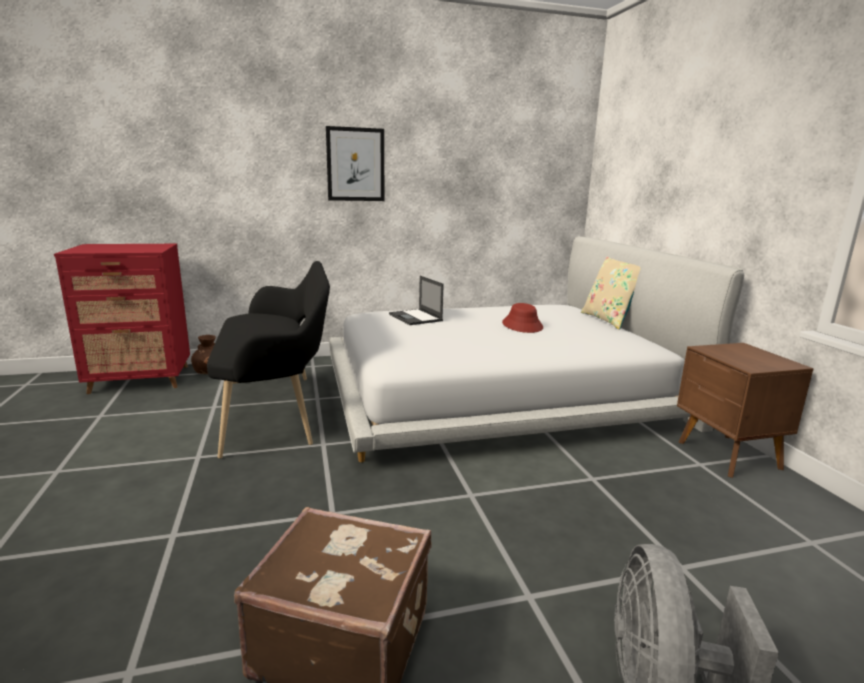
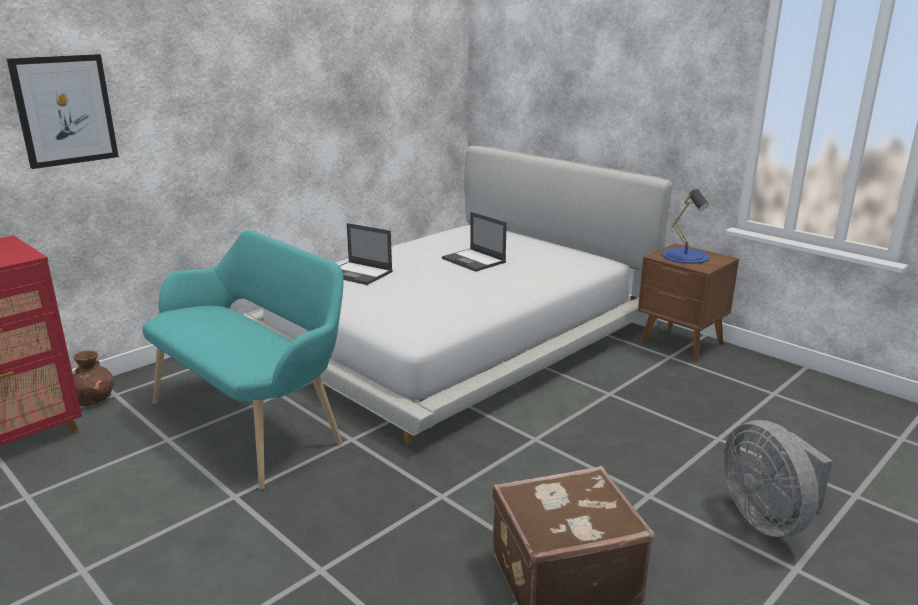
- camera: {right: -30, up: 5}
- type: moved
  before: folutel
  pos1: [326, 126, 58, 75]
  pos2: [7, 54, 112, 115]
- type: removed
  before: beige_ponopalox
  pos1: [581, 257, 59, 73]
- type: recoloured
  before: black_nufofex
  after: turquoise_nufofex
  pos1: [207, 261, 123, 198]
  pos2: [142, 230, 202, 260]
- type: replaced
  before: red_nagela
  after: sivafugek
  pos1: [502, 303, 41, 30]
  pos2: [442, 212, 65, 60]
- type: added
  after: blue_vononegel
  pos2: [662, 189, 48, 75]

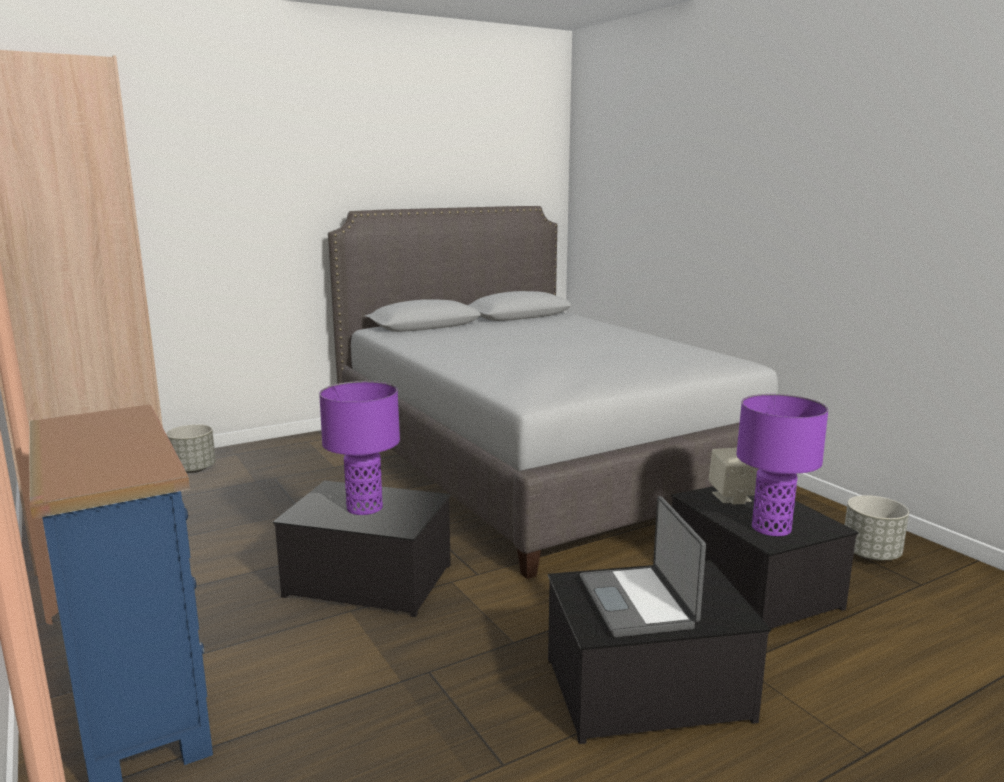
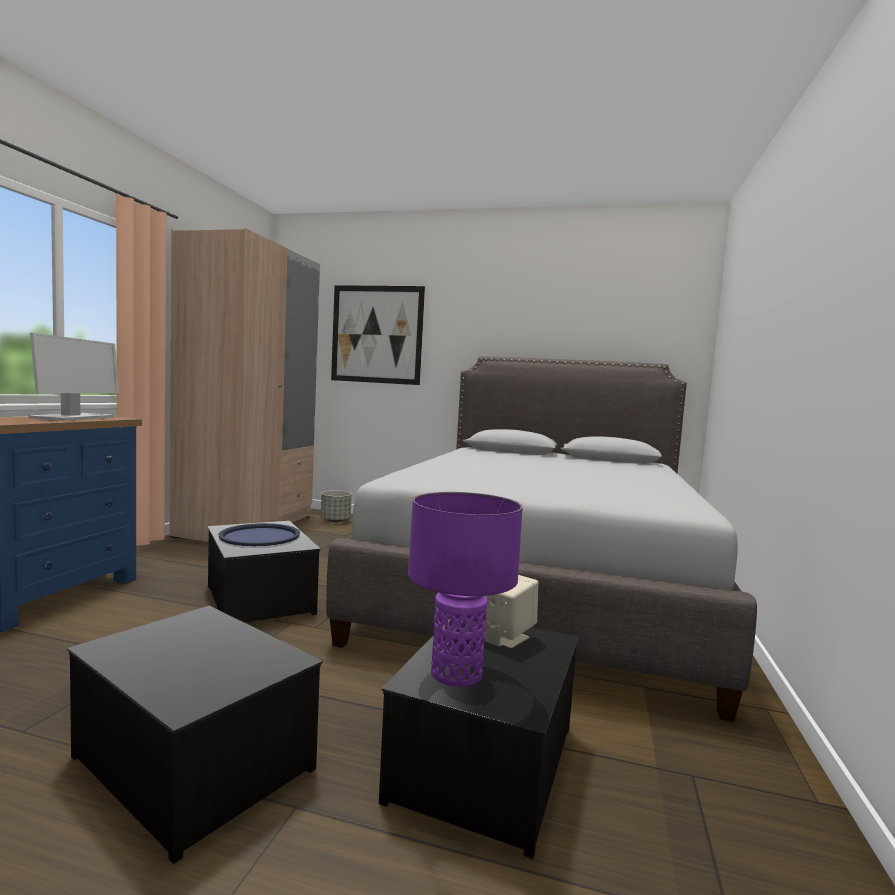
- camera: {right: 45, up: -10}
- type: replaced
  before: purple_vononegel
  after: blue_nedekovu
  pos1: [319, 381, 81, 134]
  pos2: [219, 523, 81, 23]
- type: removed
  before: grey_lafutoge
  pos1: [845, 495, 64, 66]
- type: removed
  before: sivafugek
  pos1: [580, 496, 126, 142]
- type: added
  after: folutel
  pos2: [331, 285, 94, 100]
- type: added
  after: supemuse
  pos2: [29, 333, 90, 88]

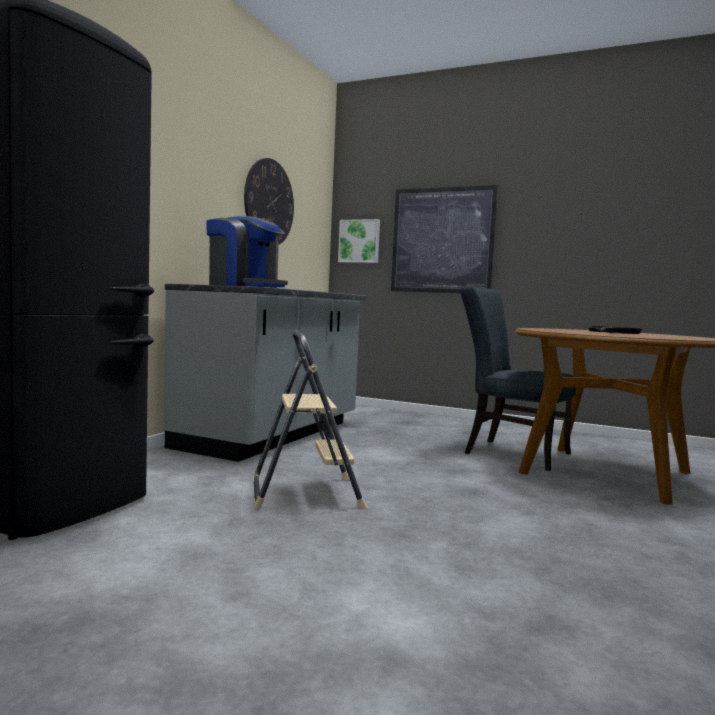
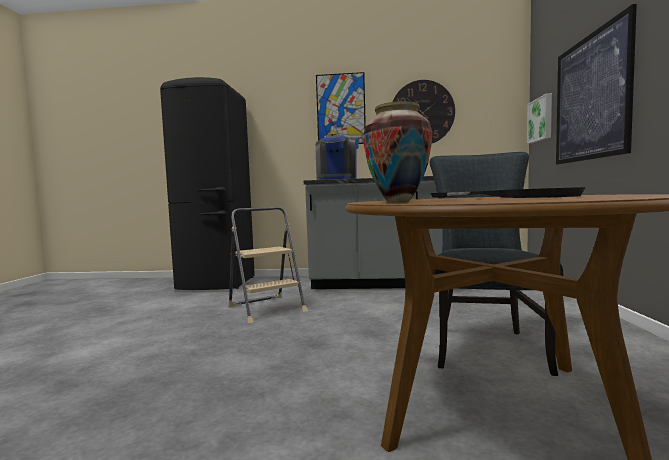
- camera: {right: 70, up: 0}
- type: added
  after: folutel
  pos2: [316, 72, 50, 72]
- type: added
  after: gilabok
  pos2: [363, 101, 70, 102]

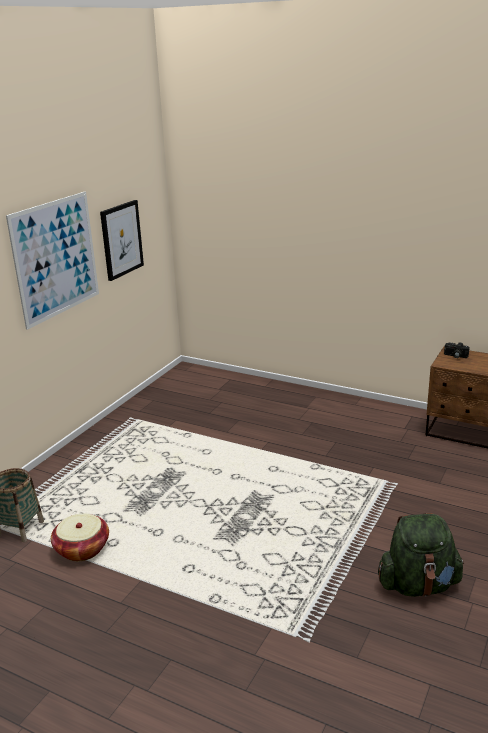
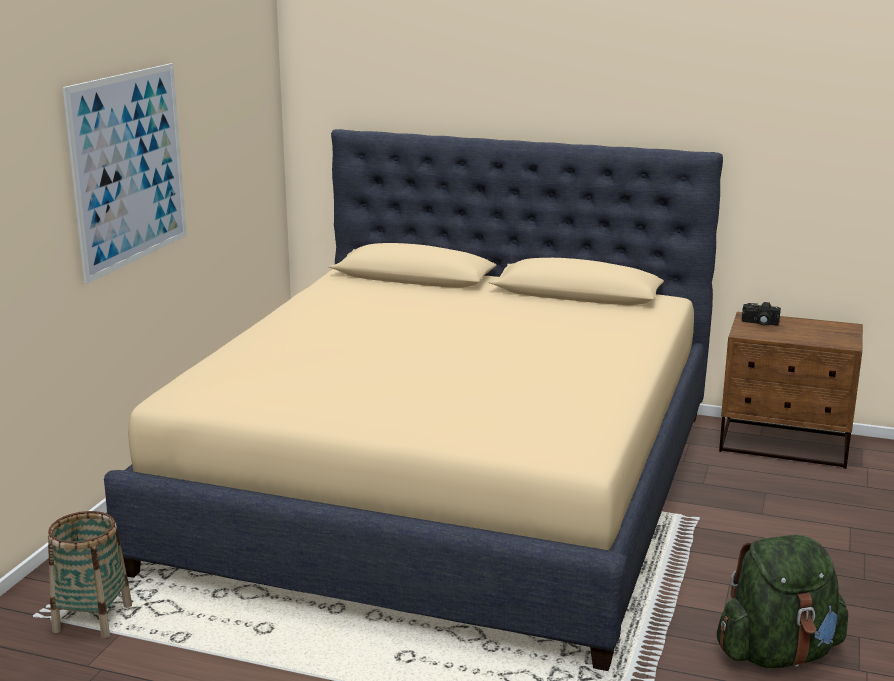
- camera: {right: -10, up: -5}
- type: removed
  before: folutel
  pos1: [100, 200, 44, 81]
- type: removed
  before: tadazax
  pos1: [51, 514, 58, 47]
- type: added
  after: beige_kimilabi
  pos2: [104, 129, 619, 542]

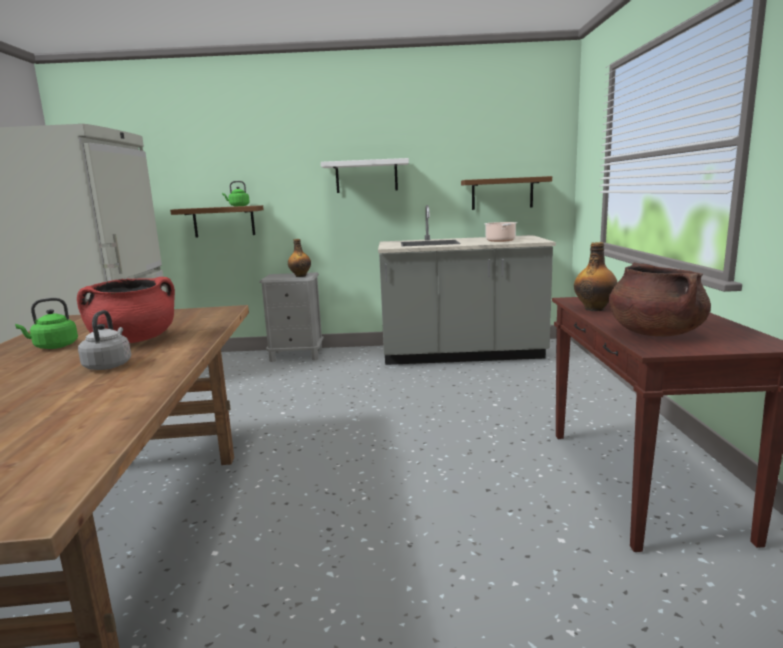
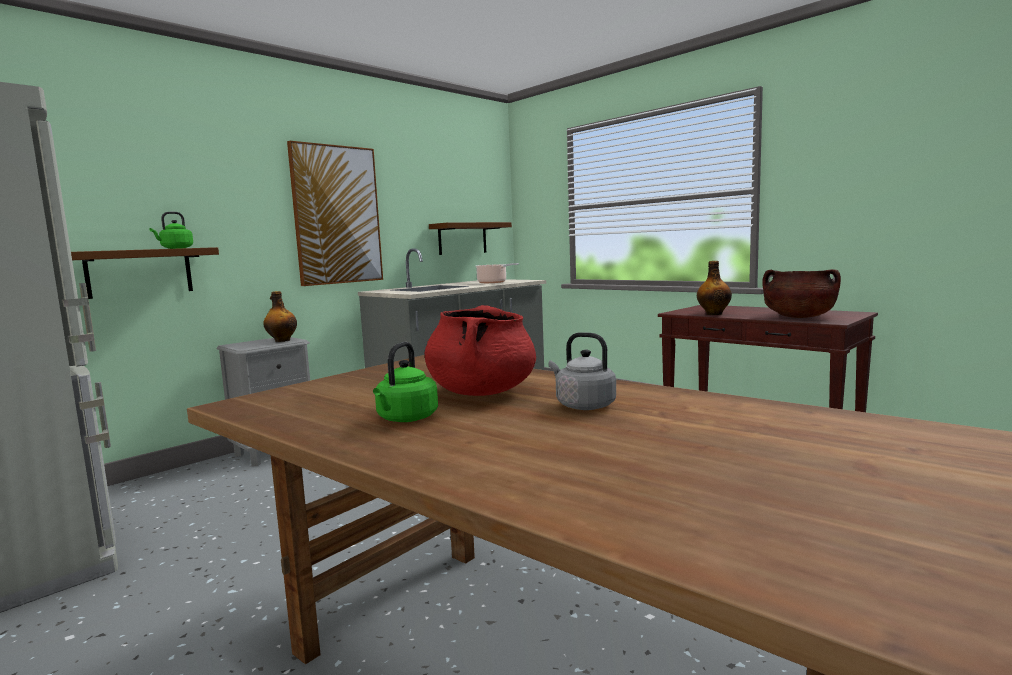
- camera: {right: -45, up: -5}
- type: replaced
  before: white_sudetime
  after: folutel
  pos1: [321, 158, 88, 35]
  pos2: [287, 141, 96, 145]

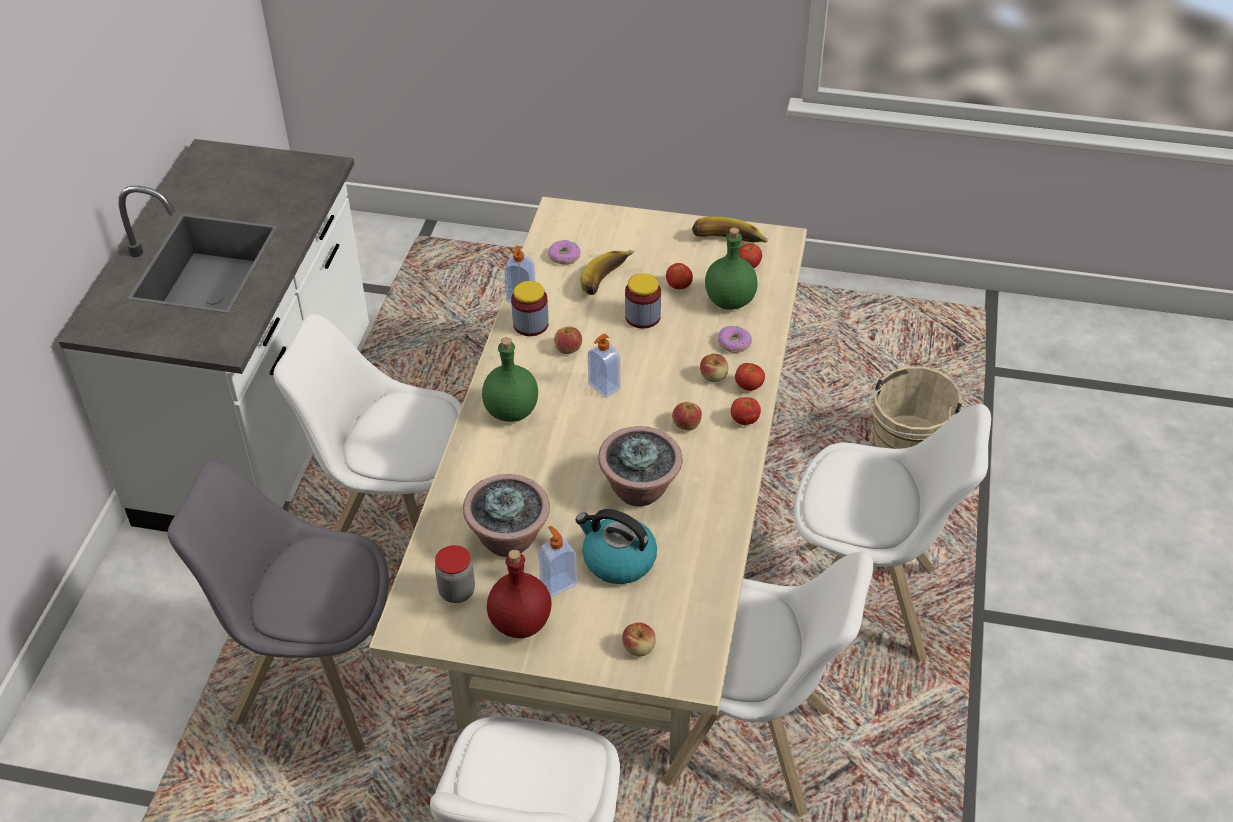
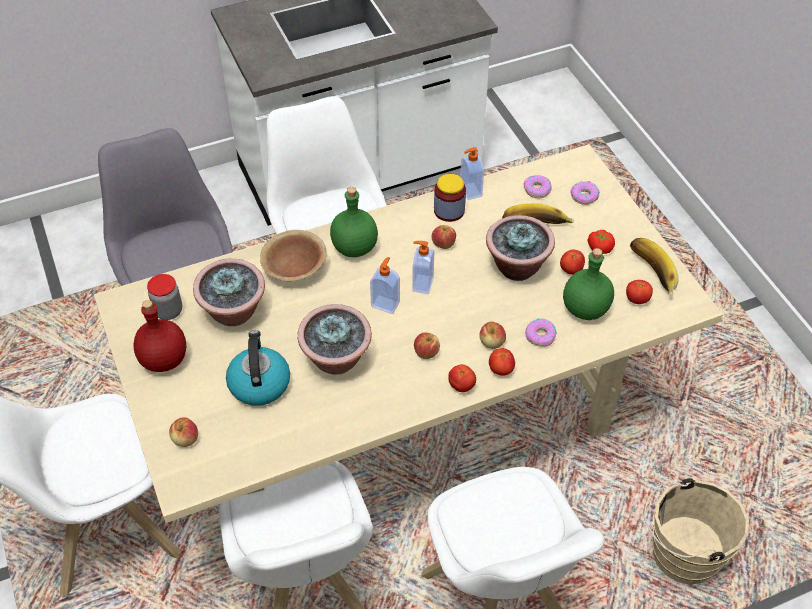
- camera: {right: 55, up: 5}
- type: replaced
  before: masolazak
  after: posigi
  pos1: [625, 273, 36, 56]
  pos2: [486, 215, 69, 66]
- type: moved
  before: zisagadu
  pos1: [538, 526, 39, 71]
  pos2: [370, 257, 30, 57]
- type: added
  after: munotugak
  pos2: [570, 181, 30, 24]
- type: added
  after: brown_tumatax
  pos2: [260, 230, 67, 51]
- type: added
  after: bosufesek
  pos2: [588, 230, 27, 24]

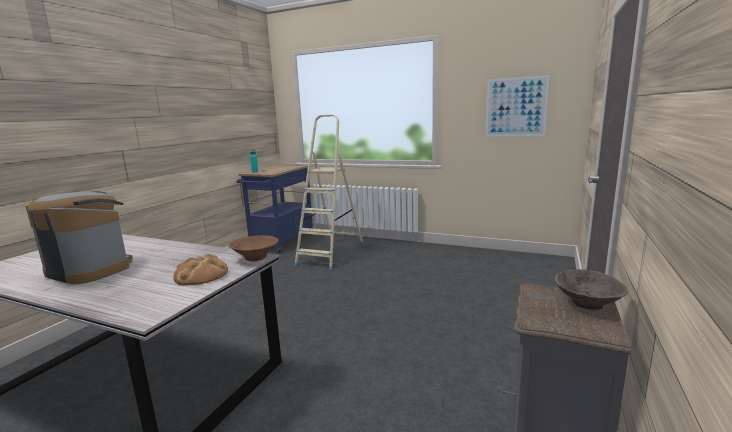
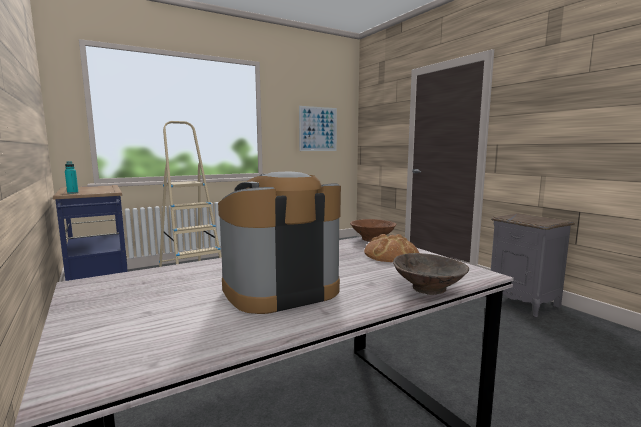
- camera: {right: -55, up: -5}
- type: moved
  before: brown_tumatax
  pos1: [555, 269, 73, 41]
  pos2: [393, 253, 76, 42]

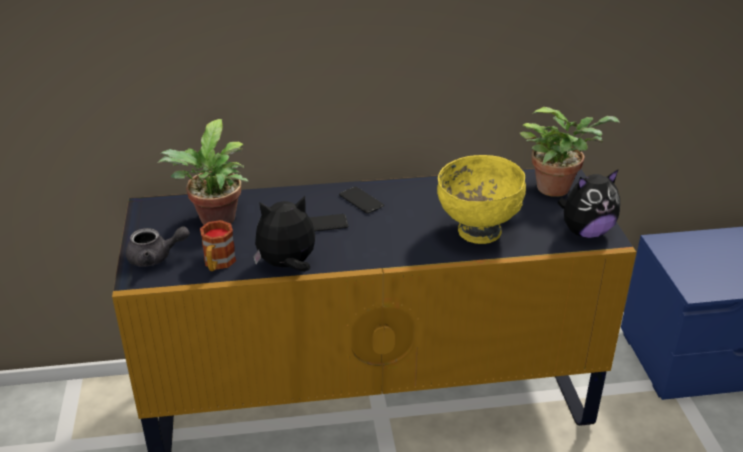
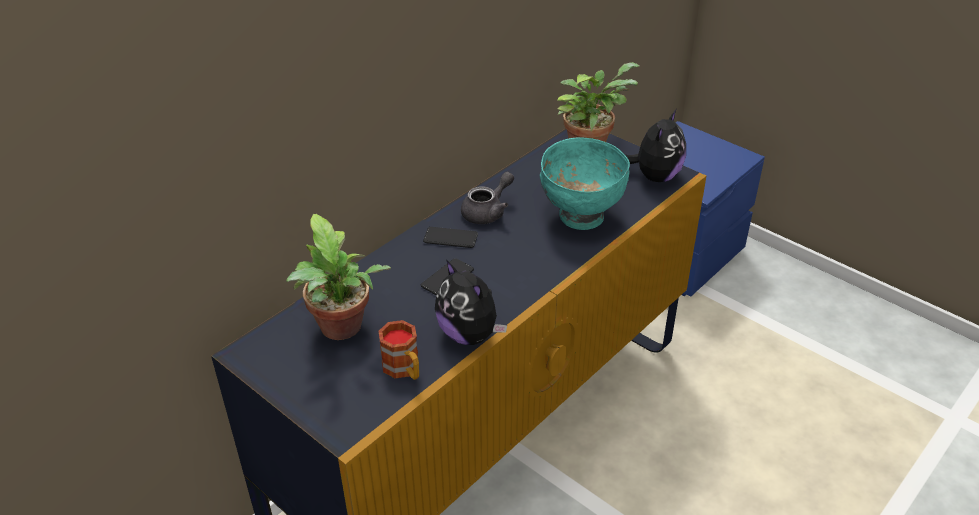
- camera: {right: -40, up: 5}
- type: recoloured
  before: yellow_tumatax
  after: turquoise_tumatax
  pos1: [437, 155, 89, 89]
  pos2: [540, 138, 90, 92]
- type: turned
  before: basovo
  pos1: [253, 196, 62, 76]
  pos2: [435, 260, 72, 85]
  turn: -75
- type: moved
  before: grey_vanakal
  pos1: [125, 226, 65, 41]
  pos2: [461, 172, 53, 52]

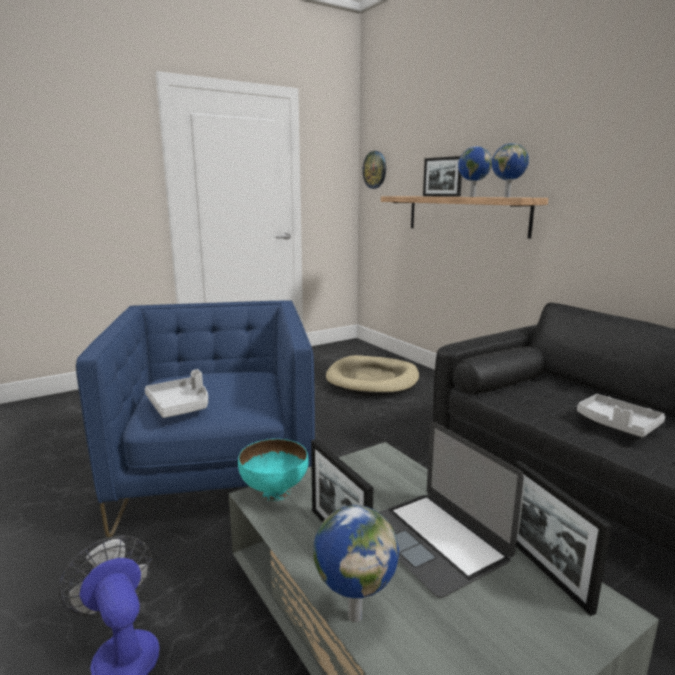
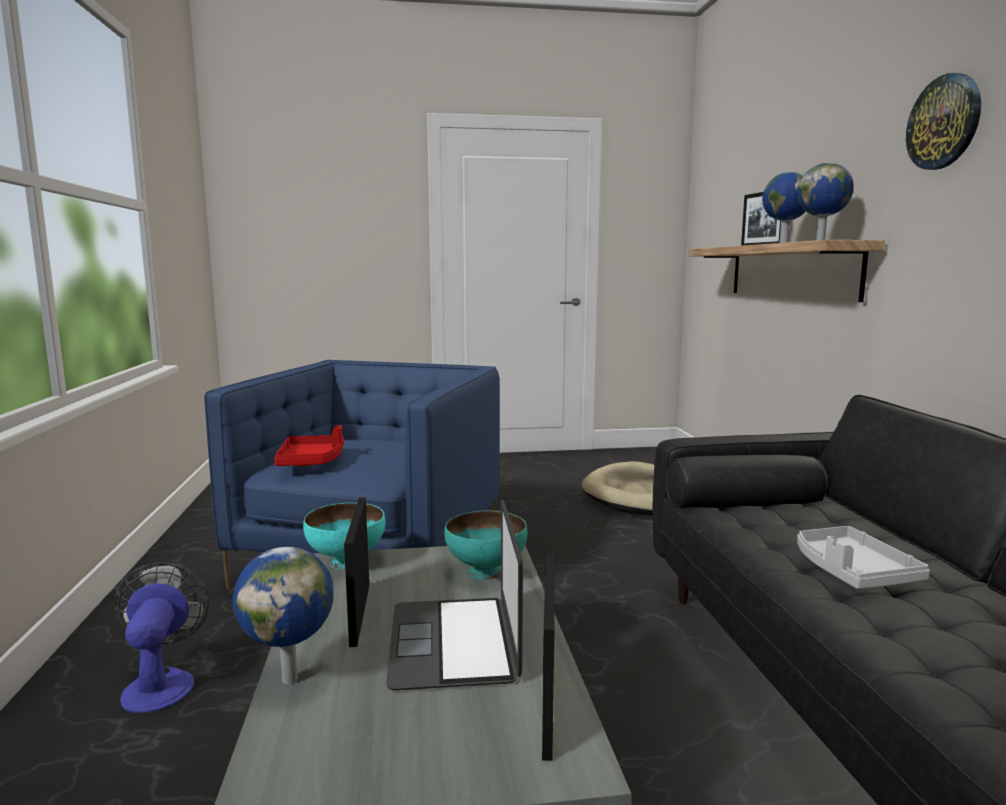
- camera: {right: 25, up: -5}
- type: moved
  before: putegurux
  pos1: [362, 151, 24, 38]
  pos2: [906, 73, 75, 97]
- type: recoloured
  before: grey_nedekovu
  after: red_nedekovu
  pos1: [145, 369, 63, 49]
  pos2: [274, 425, 70, 41]
- type: added
  after: turquoise_tumatax
  pos2: [444, 510, 83, 70]

